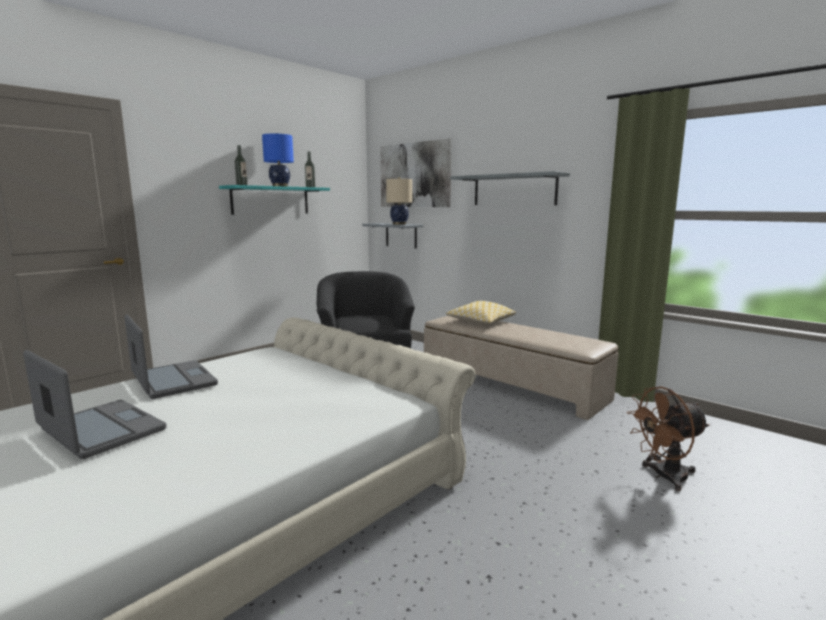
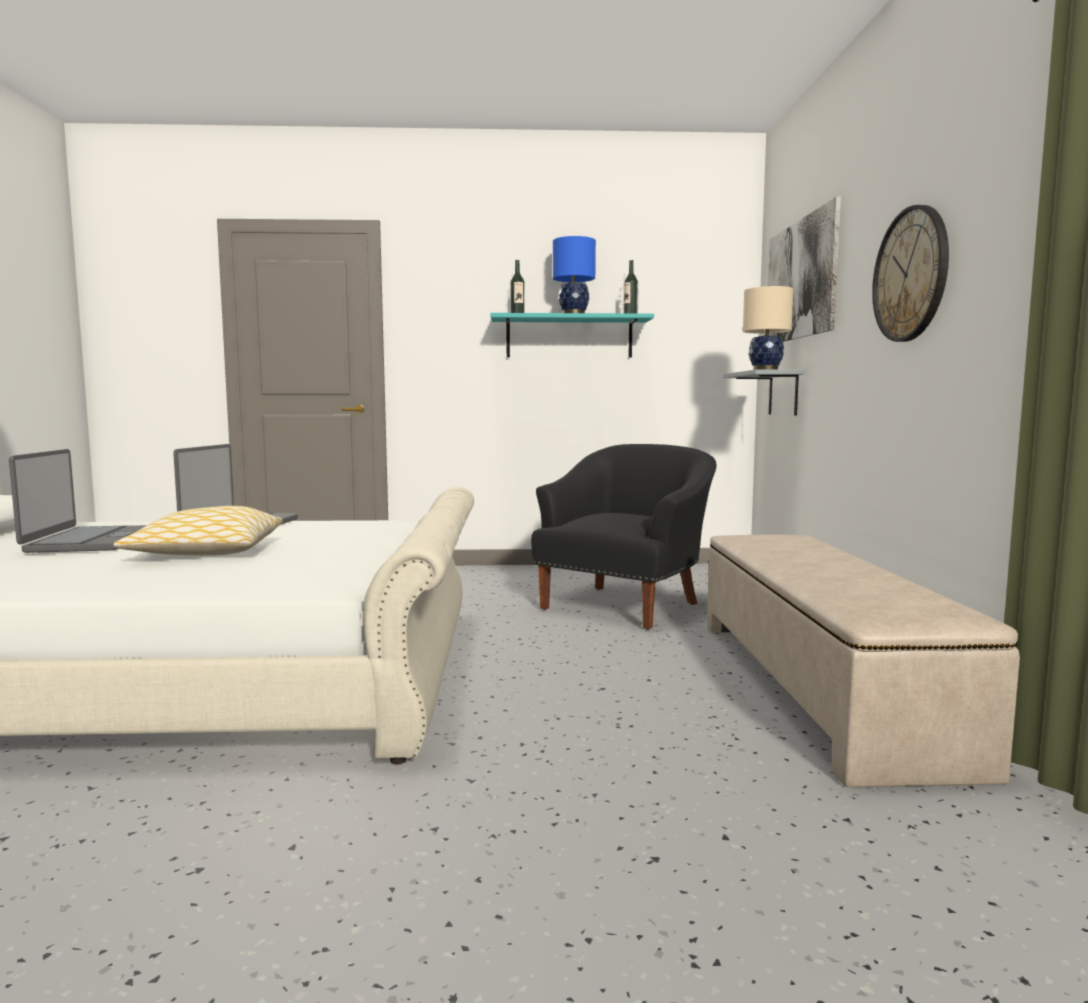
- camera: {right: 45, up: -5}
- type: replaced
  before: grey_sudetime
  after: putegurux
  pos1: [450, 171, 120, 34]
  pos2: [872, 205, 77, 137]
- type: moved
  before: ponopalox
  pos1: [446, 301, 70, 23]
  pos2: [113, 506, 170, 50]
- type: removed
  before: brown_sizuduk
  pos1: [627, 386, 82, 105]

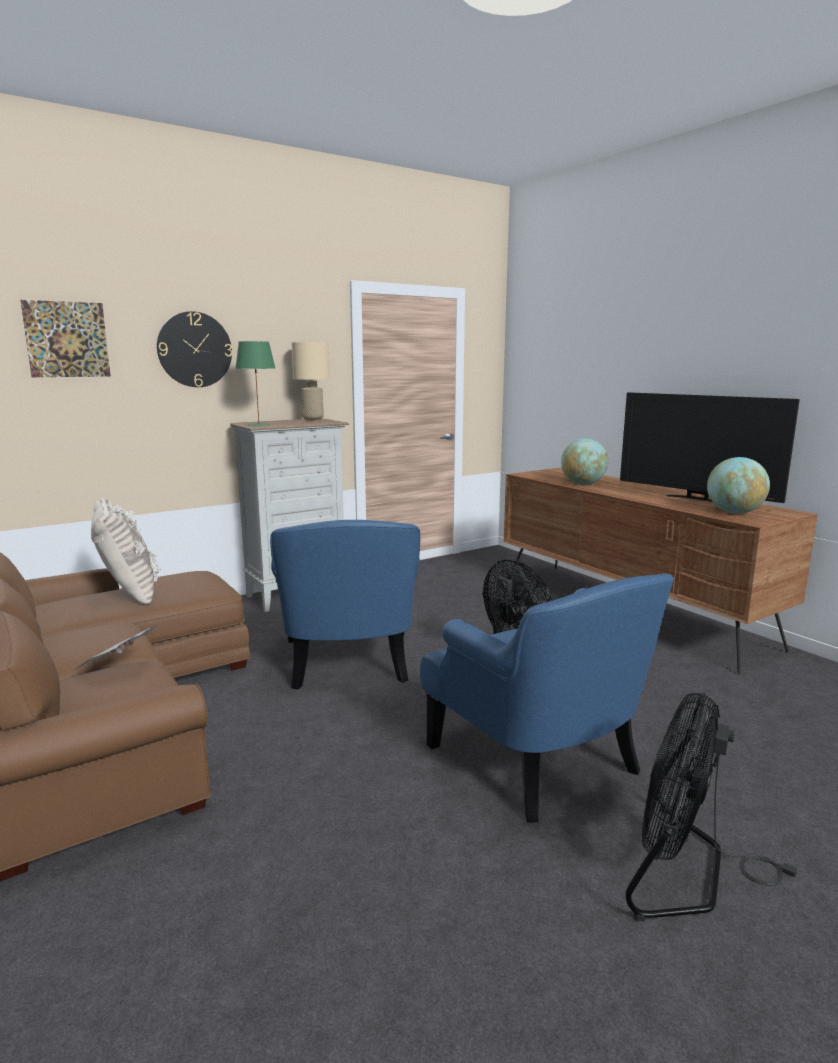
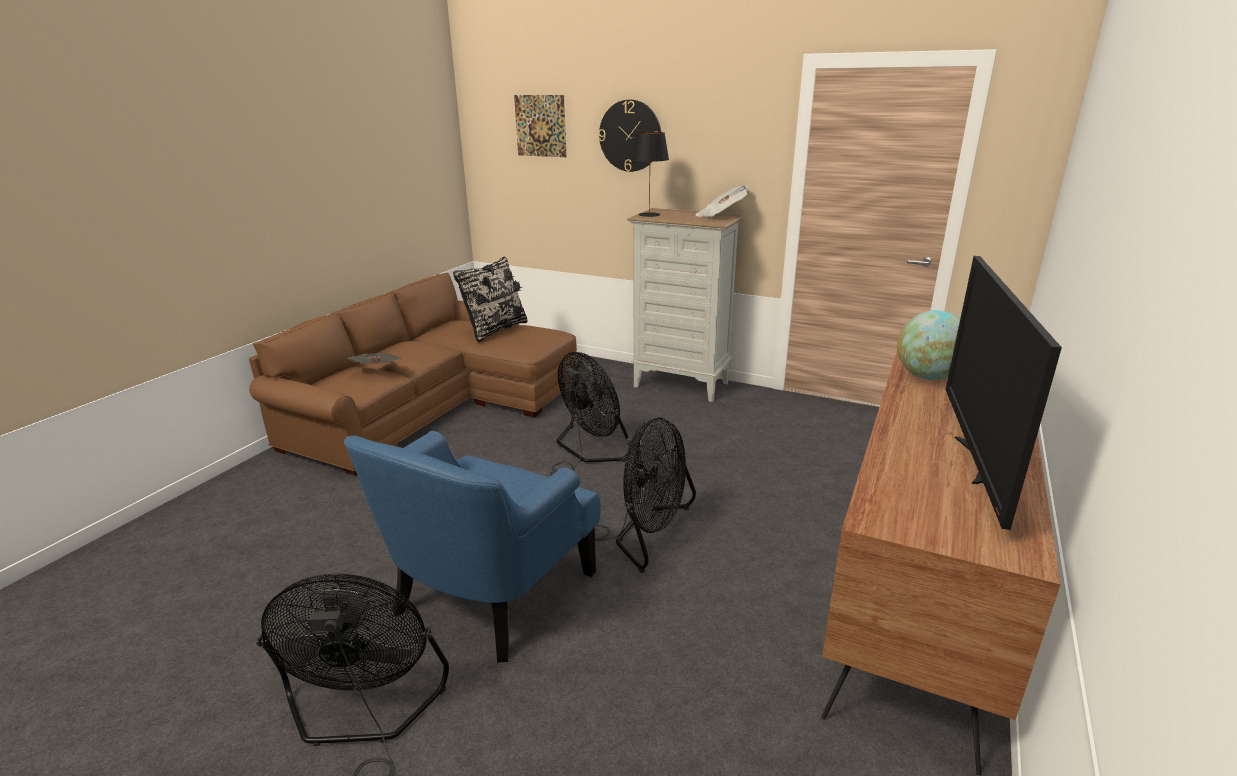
- camera: {right: 60, up: 10}
- type: recoloured
  before: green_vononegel
  after: black_vononegel
  pos1: [236, 341, 39, 85]
  pos2: [631, 132, 38, 85]
- type: replaced
  before: beige_vononegel
  after: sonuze
  pos1: [291, 341, 38, 79]
  pos2: [696, 185, 53, 32]
- type: removed
  before: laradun
  pos1: [707, 457, 63, 57]
- type: recoloured
  before: beige_ponopalox
  after: black_ponopalox
  pos1: [91, 498, 71, 106]
  pos2: [453, 257, 75, 85]
- type: replaced
  before: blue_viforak
  after: black_sizuduk
  pos1: [270, 520, 150, 170]
  pos2: [549, 352, 80, 124]

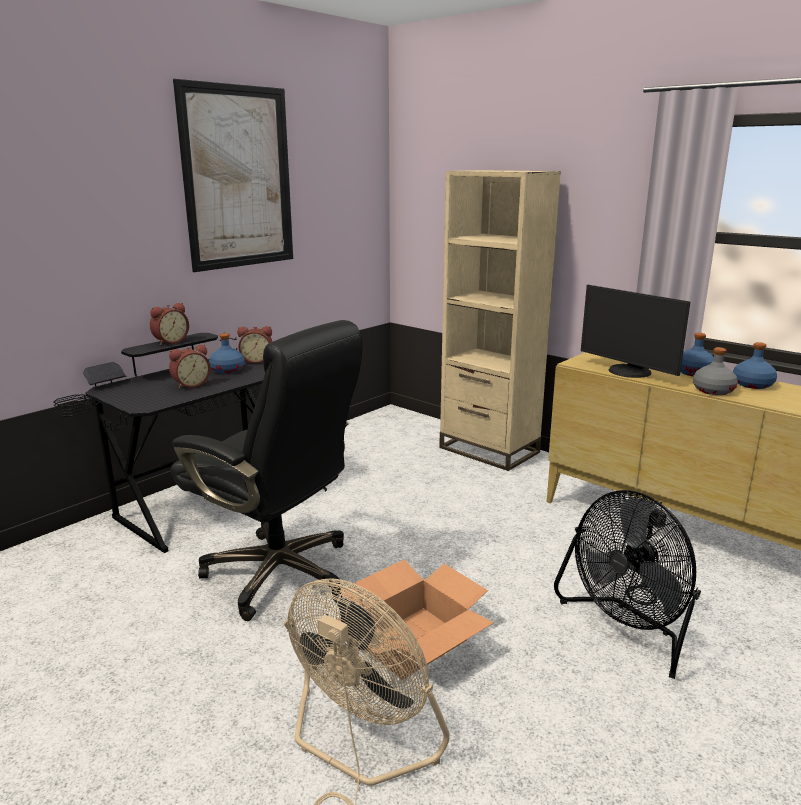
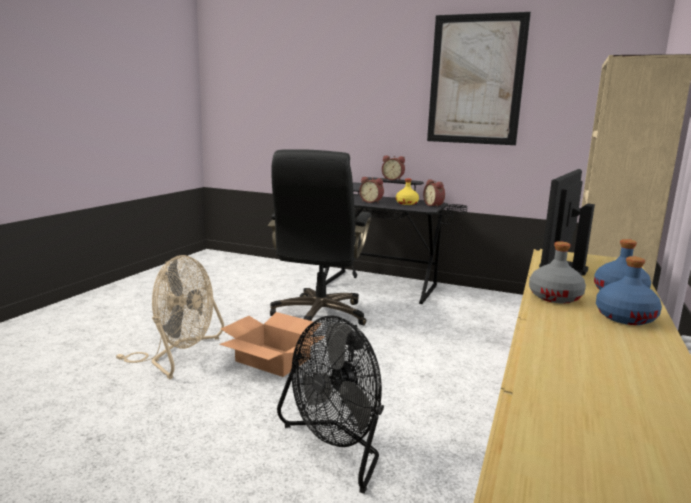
- camera: {right: 70, up: -5}
- type: recoloured
  before: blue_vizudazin
  after: yellow_vizudazin
  pos1: [209, 333, 36, 41]
  pos2: [396, 179, 23, 26]
- type: turned
  before: black_sizuduk
  pos1: [554, 490, 147, 189]
  pos2: [277, 316, 107, 178]
  turn: -75

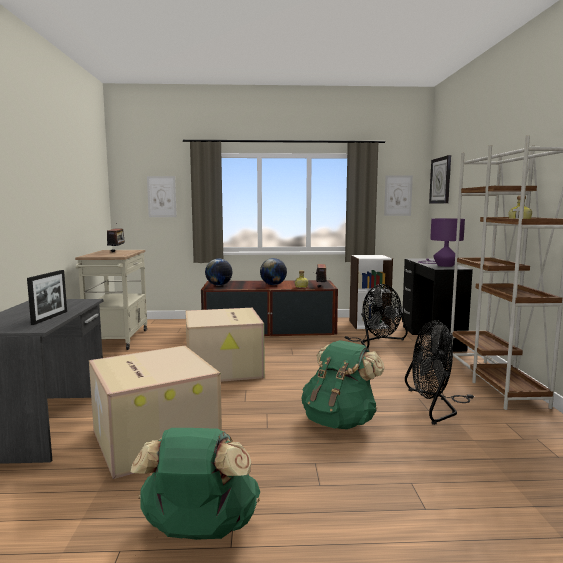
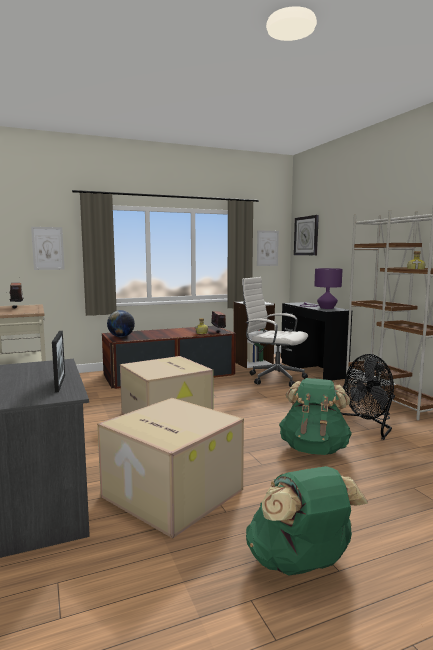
- camera: {right: -20, up: 0}
- type: removed
  before: laradun
  pos1: [260, 258, 27, 27]
- type: replaced
  before: black_sizuduk
  after: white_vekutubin
  pos1: [345, 284, 63, 65]
  pos2: [242, 277, 66, 110]

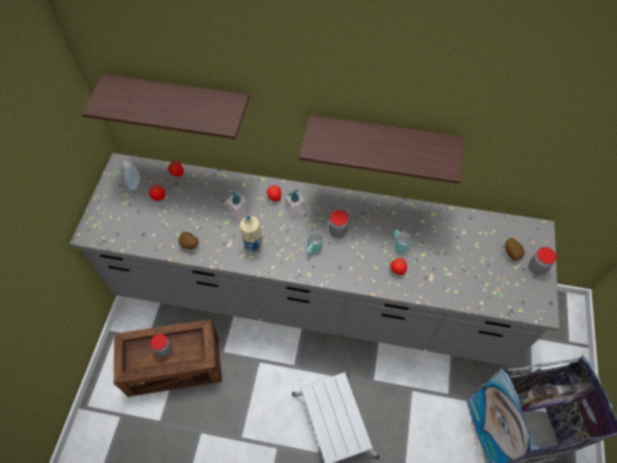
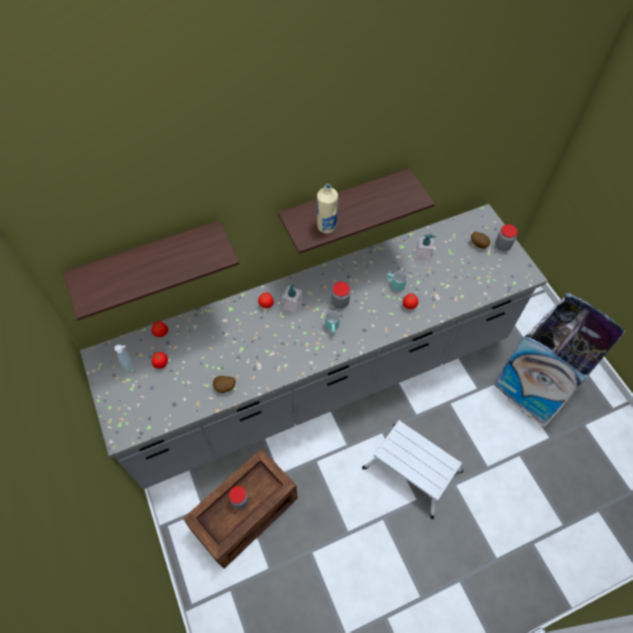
- camera: {right: -35, up: 0}
- type: moved
  before: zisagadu
  pos1: [225, 192, 24, 30]
  pos2: [416, 235, 20, 27]
- type: moved
  before: beige_vizudazin
  pos1: [240, 215, 23, 39]
  pos2: [317, 184, 21, 50]

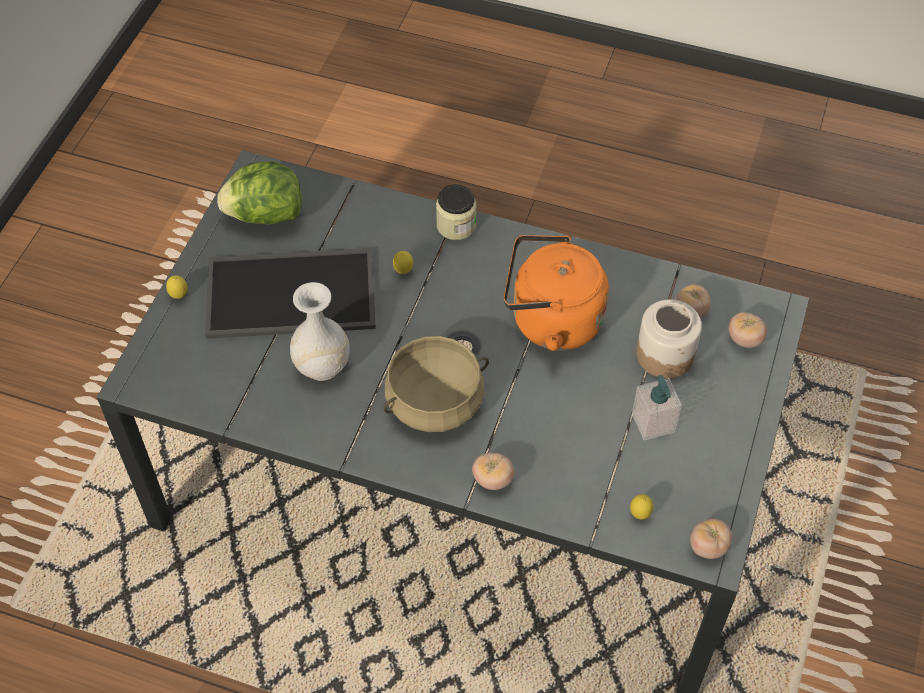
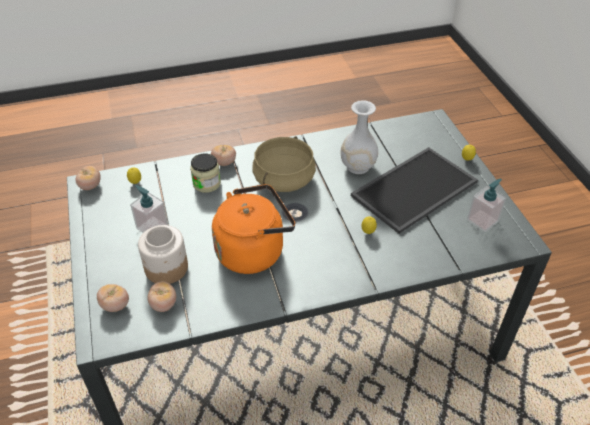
- camera: {right: 145, up: -10}
- type: replaced
  before: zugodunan
  after: zisagadu
  pos1: [217, 161, 85, 64]
  pos2: [467, 178, 40, 54]
- type: moved
  before: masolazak
  pos1: [436, 184, 41, 56]
  pos2: [190, 153, 31, 40]

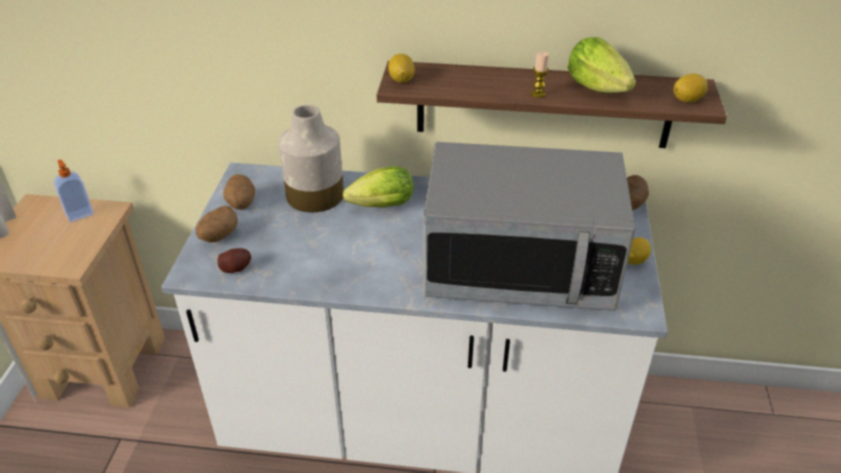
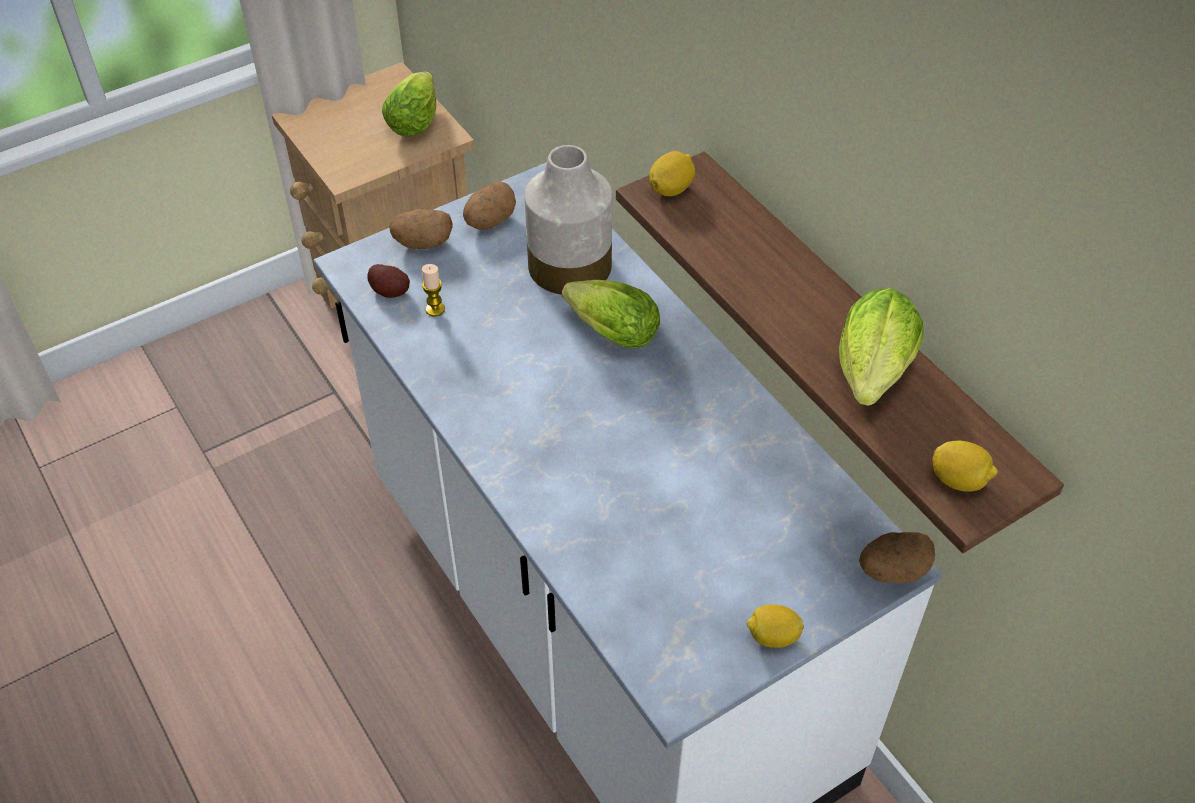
- camera: {right: 50, up: 10}
- type: moved
  before: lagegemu
  pos1: [531, 52, 18, 46]
  pos2: [422, 264, 23, 52]
- type: removed
  before: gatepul
  pos1: [423, 142, 213, 169]
- type: replaced
  before: zisagadu
  after: zugodunan
  pos1: [54, 159, 40, 63]
  pos2: [382, 71, 54, 66]

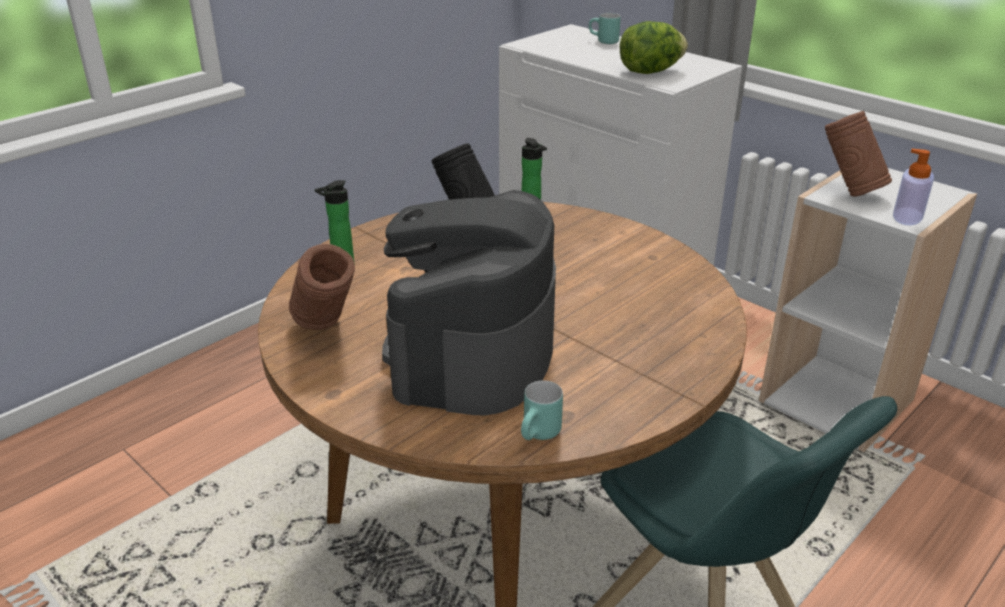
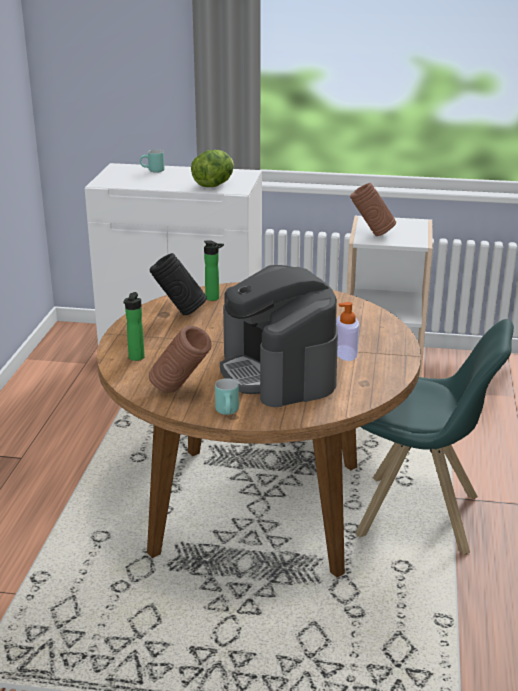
- camera: {right: -35, up: -5}
- type: moved
  before: zisagadu
  pos1: [893, 148, 41, 77]
  pos2: [336, 302, 23, 59]
- type: moved
  before: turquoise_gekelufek
  pos1: [521, 380, 42, 60]
  pos2: [215, 378, 24, 37]

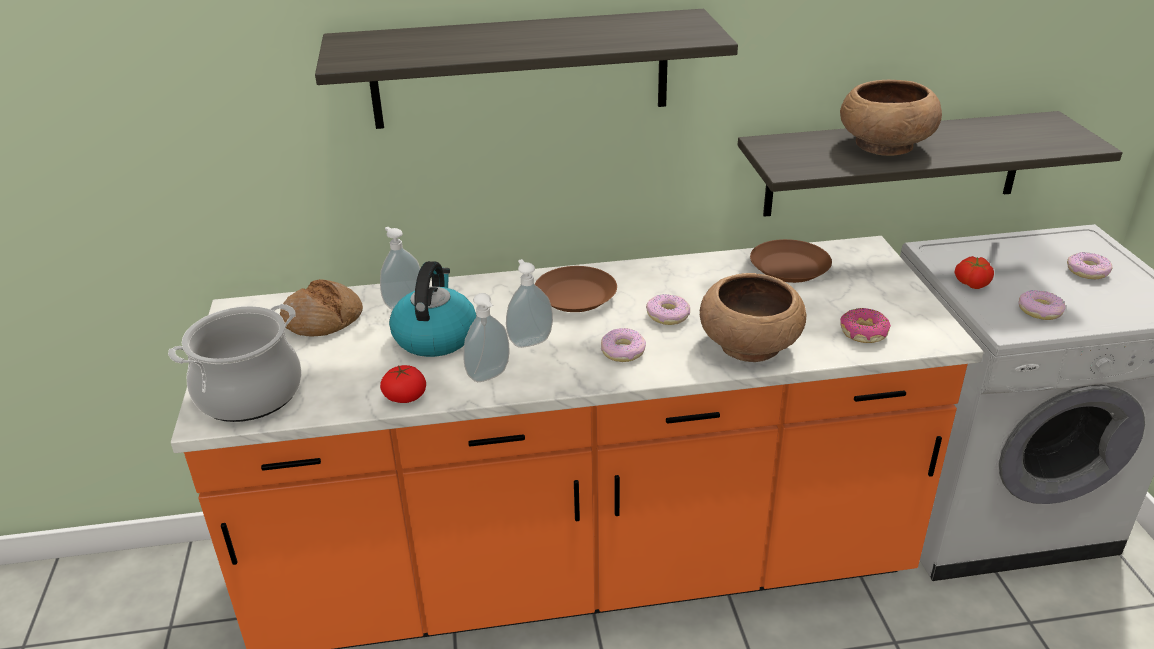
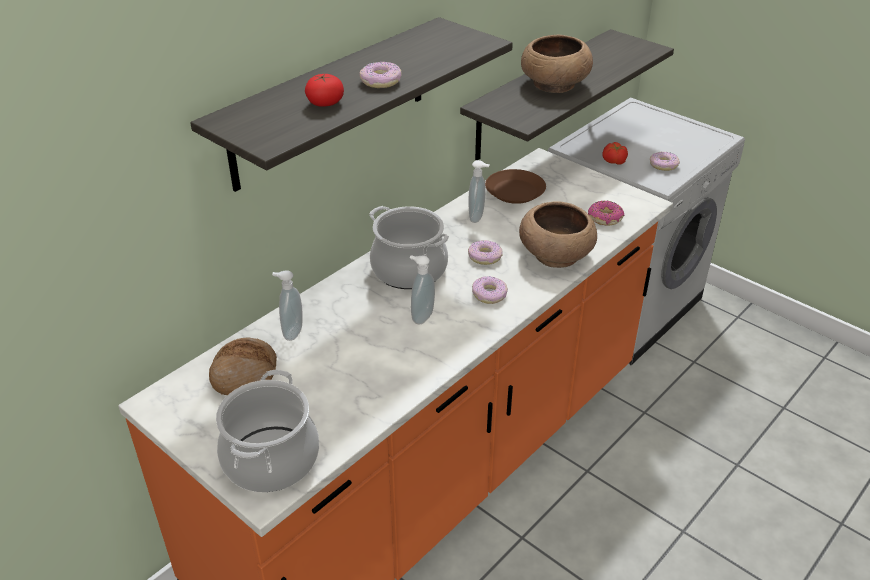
- camera: {right: -40, up: 5}
- type: moved
  before: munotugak
  pos1: [1067, 252, 46, 27]
  pos2: [359, 62, 43, 26]
- type: removed
  before: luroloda
  pos1: [389, 261, 88, 96]
- type: replaced
  before: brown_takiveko
  after: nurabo
  pos1: [535, 266, 82, 46]
  pos2: [369, 206, 80, 83]
- type: moved
  before: zisagadu
  pos1: [464, 293, 46, 89]
  pos2: [468, 160, 22, 63]
- type: moved
  before: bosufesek
  pos1: [380, 365, 46, 38]
  pos2: [305, 73, 39, 34]

